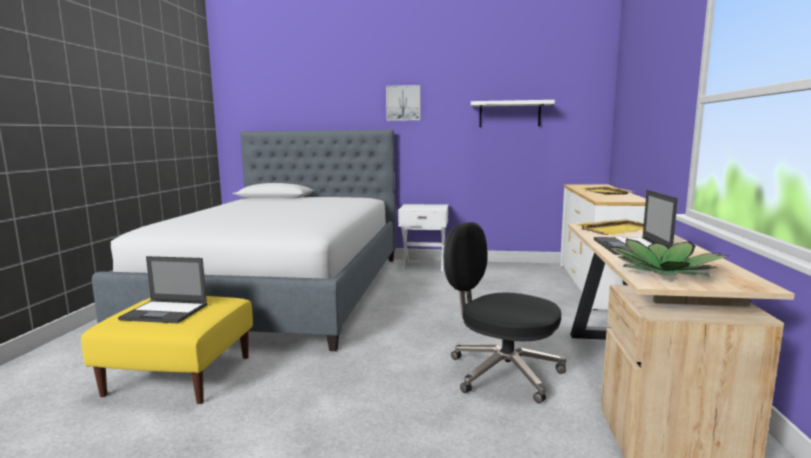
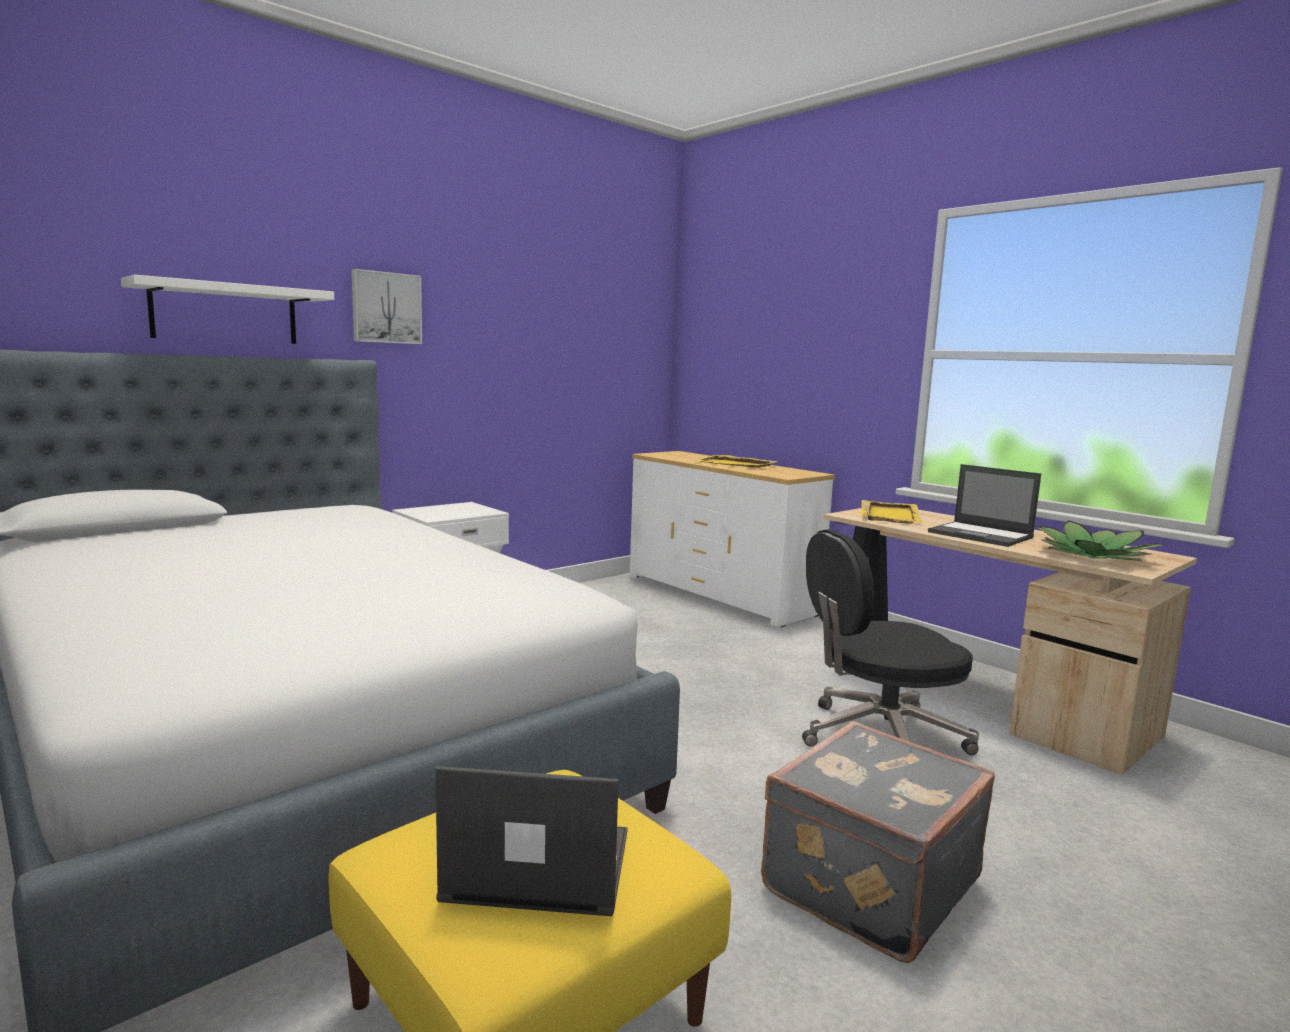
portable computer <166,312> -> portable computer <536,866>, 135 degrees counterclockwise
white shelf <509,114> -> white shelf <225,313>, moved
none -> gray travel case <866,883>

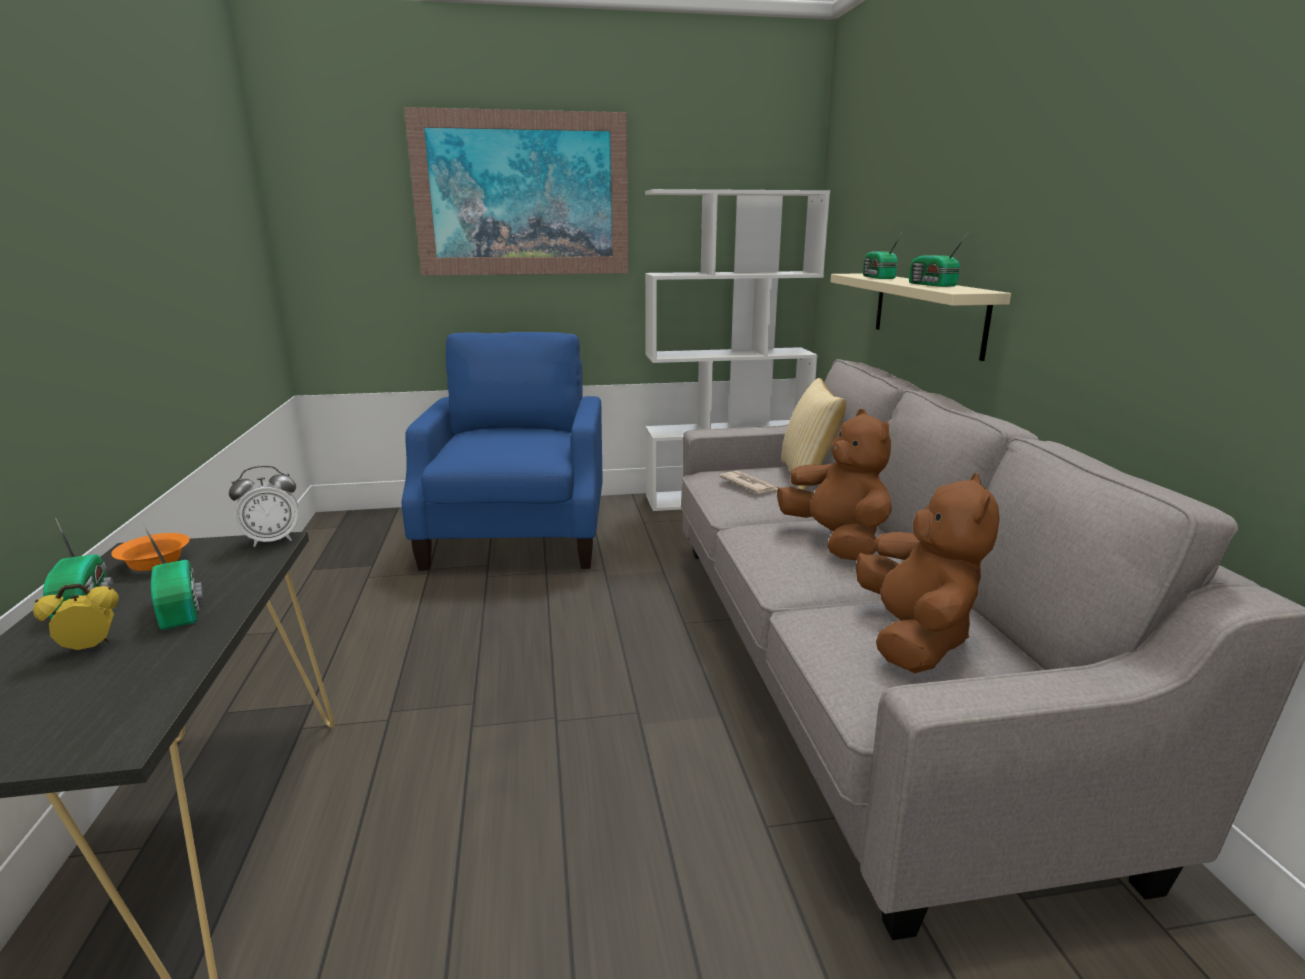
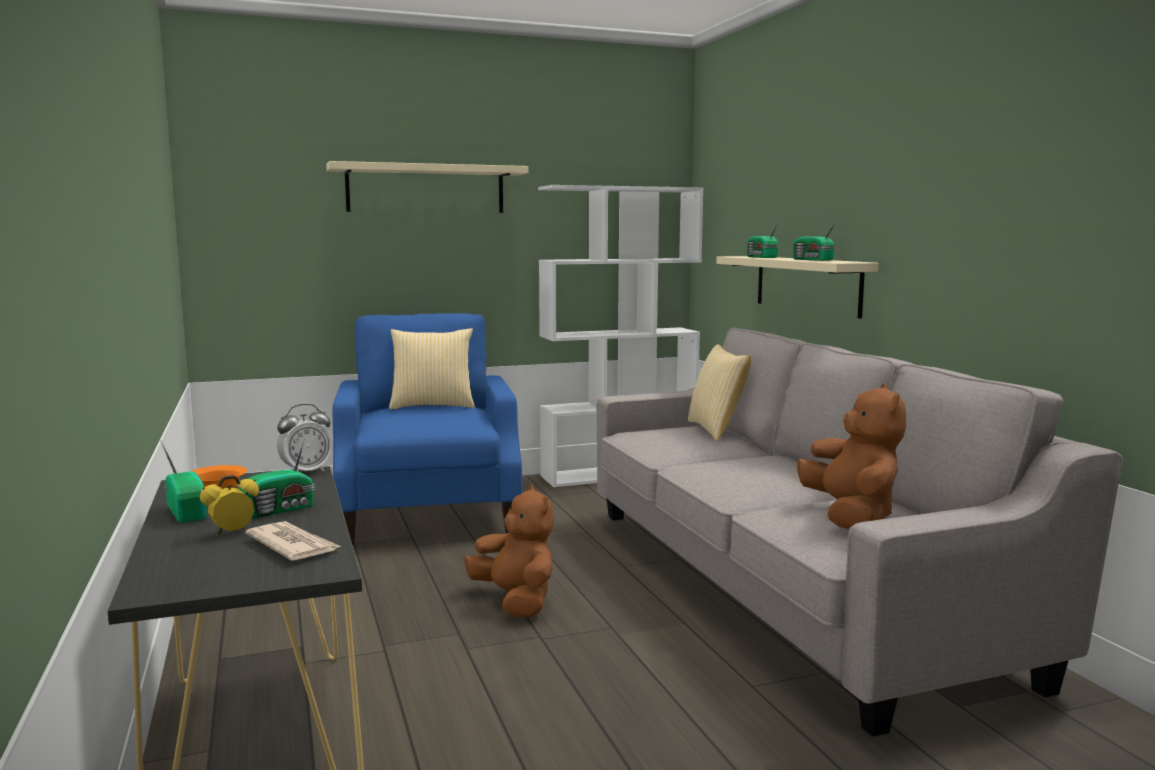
radio <182,608> -> radio <280,510>, 90 degrees clockwise
wall picture <522,195> -> sand-coloured shelf <426,189>
daily paper <749,485> -> daily paper <293,545>, moved
brown-coloured soft toy <836,541> -> brown-coloured soft toy <516,601>, moved
none -> cushion <432,406>

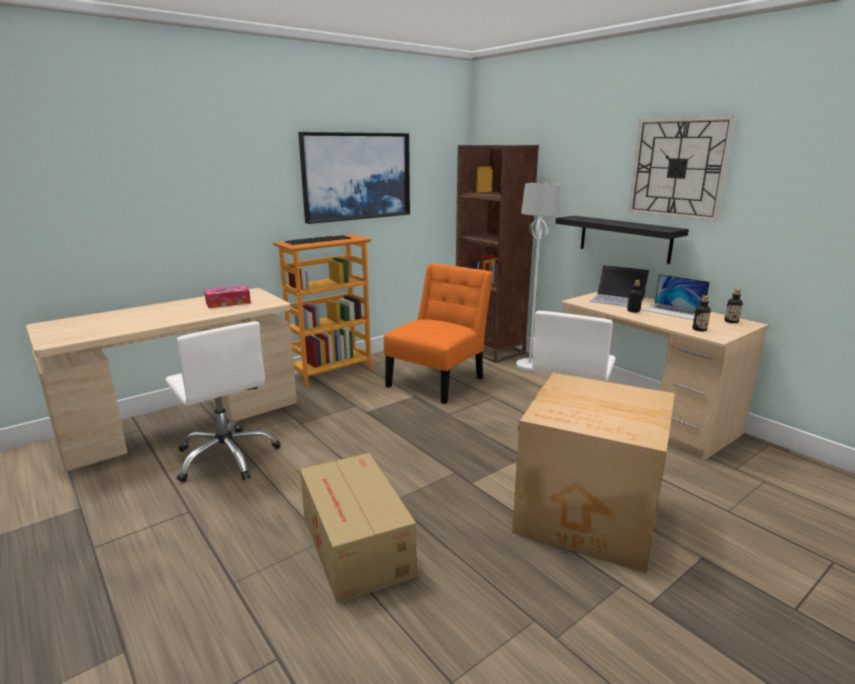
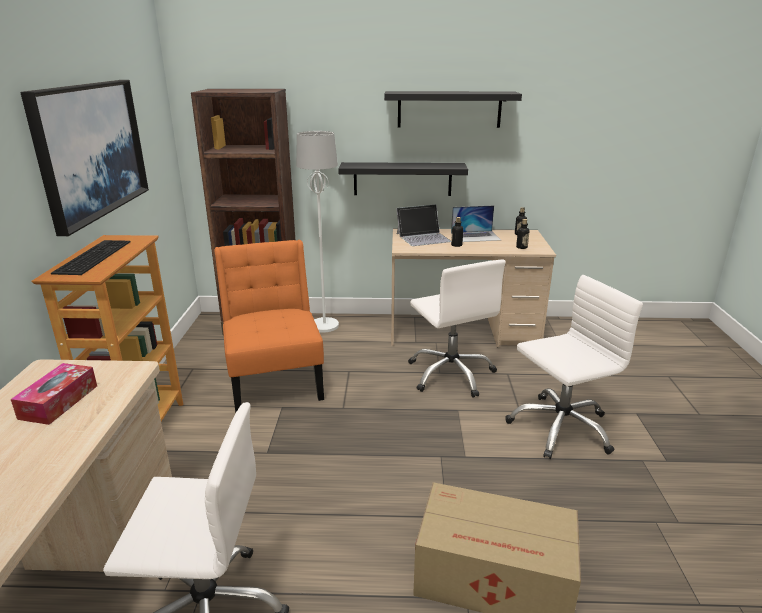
cardboard box <589,516> -> white desk chair <560,427>
clock on the wall <678,168> -> blackish shelf <449,109>

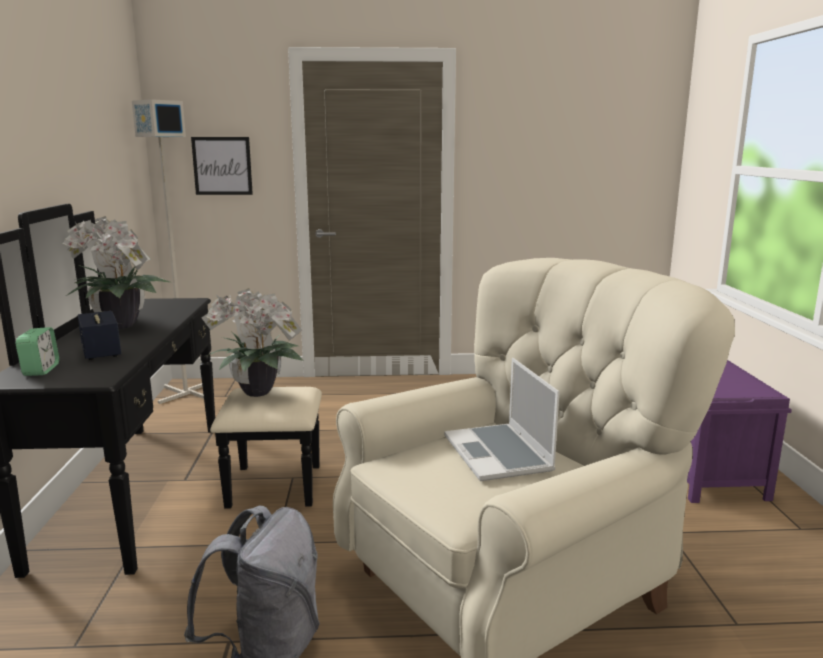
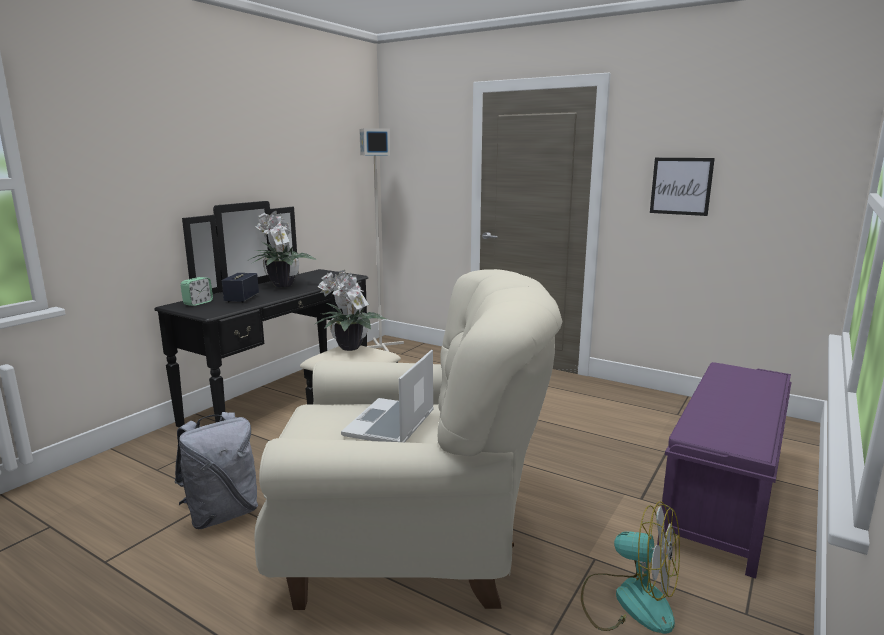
wall picture <222,166> -> wall picture <681,186>, moved
none -> electric fan <629,600>

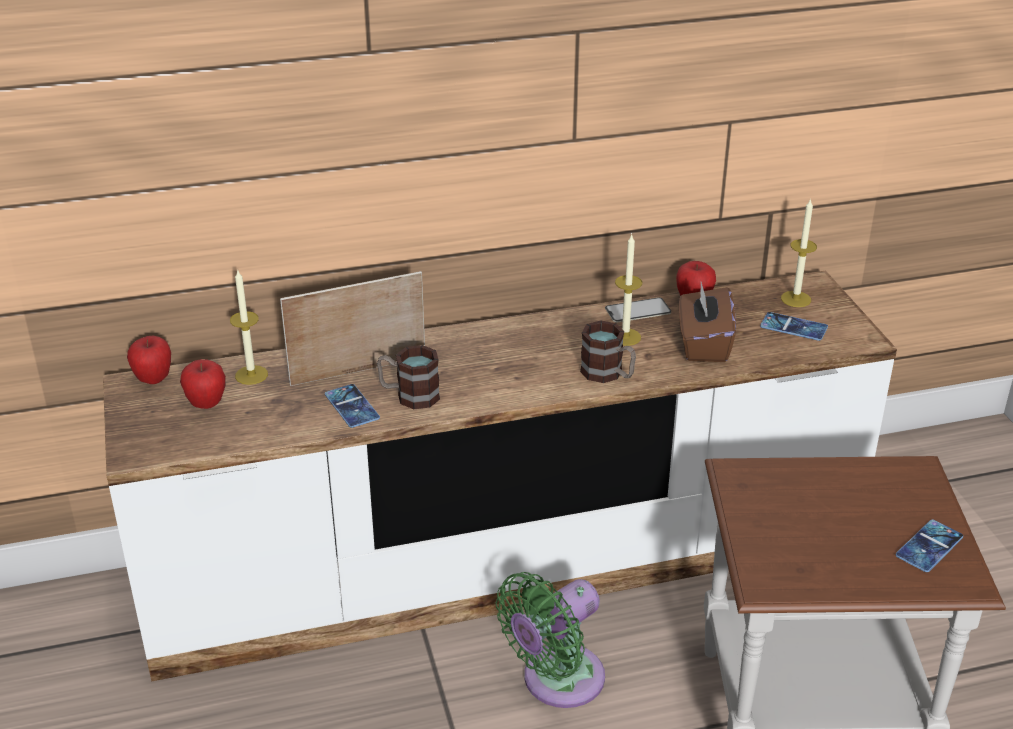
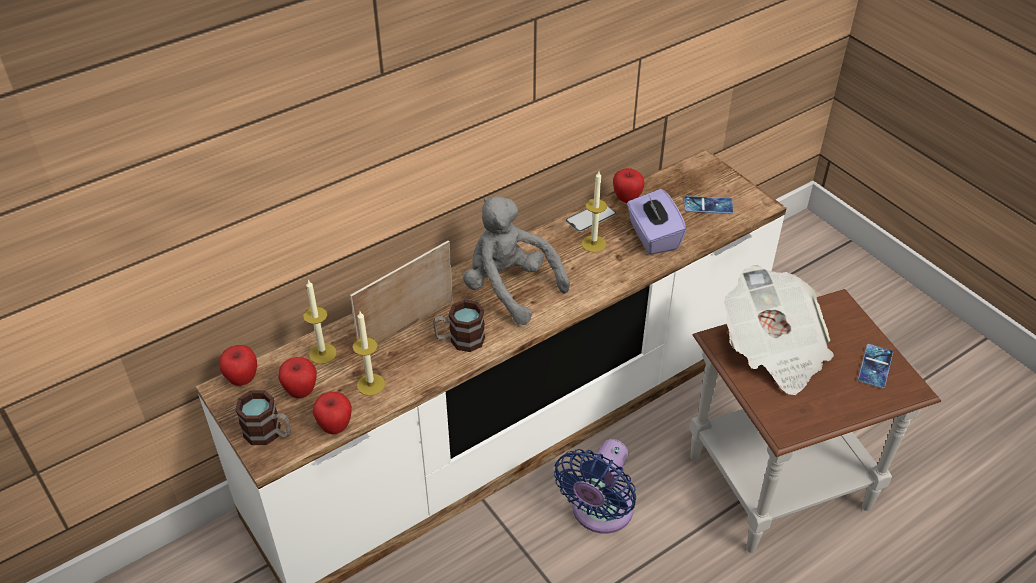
phone <352,406> -> none
green-coloured electric fan <556,681> -> blue electric fan <599,512>
coffee mug <608,374> -> coffee mug <269,433>, moved
brown-coloured tissue box <703,344> -> purple tissue box <653,237>
candle <796,299> -> candle <371,384>, moved
none -> apple fruit <335,426>
none -> gray soft toy <509,288>
none -> daily paper <773,350>

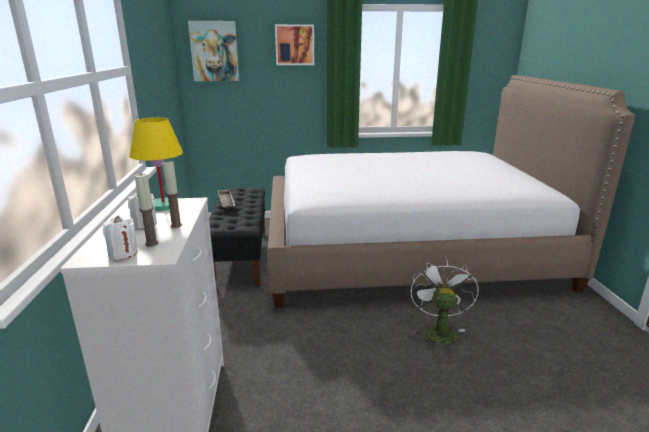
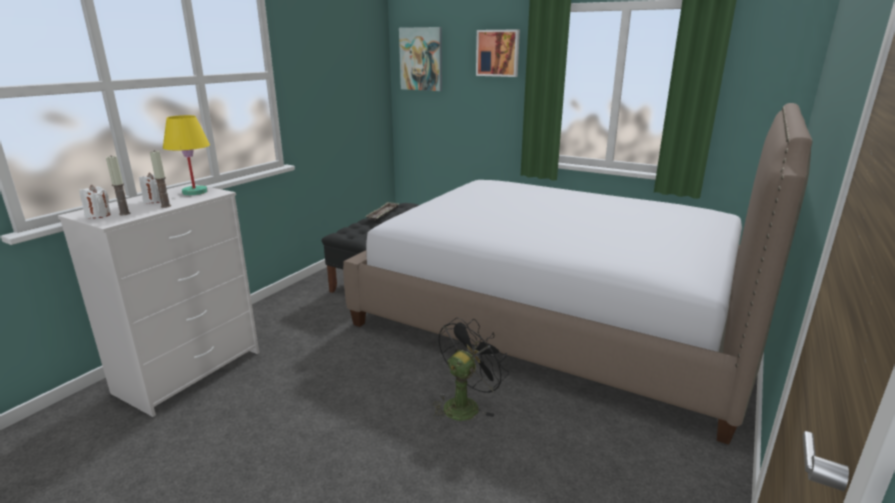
white electric fan <438,331> -> blackish electric fan <465,404>

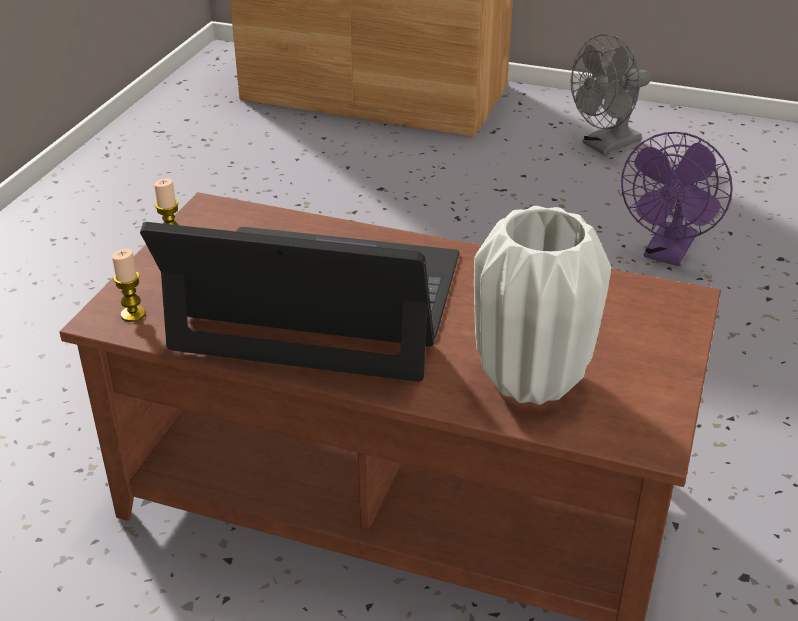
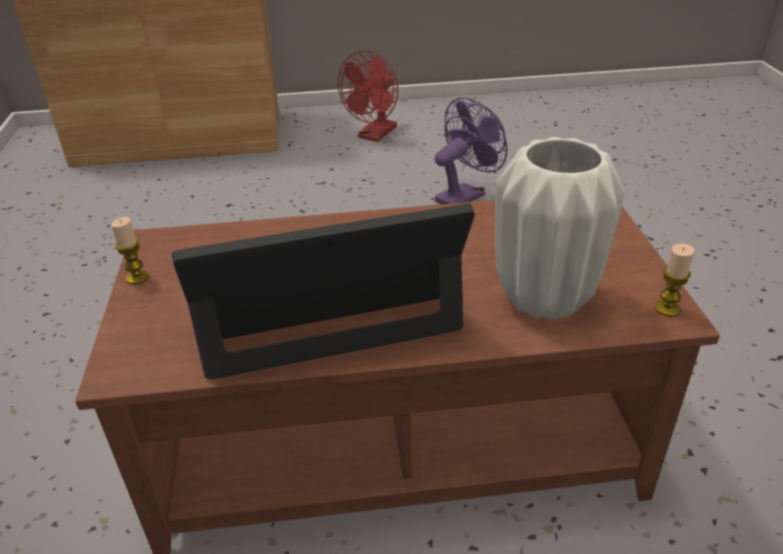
candle <133,314> -> candle <667,309>, moved
gray electric fan <605,145> -> reddish electric fan <374,135>
purple electric fan <667,253> -> purple electric fan <465,195>, 135 degrees counterclockwise

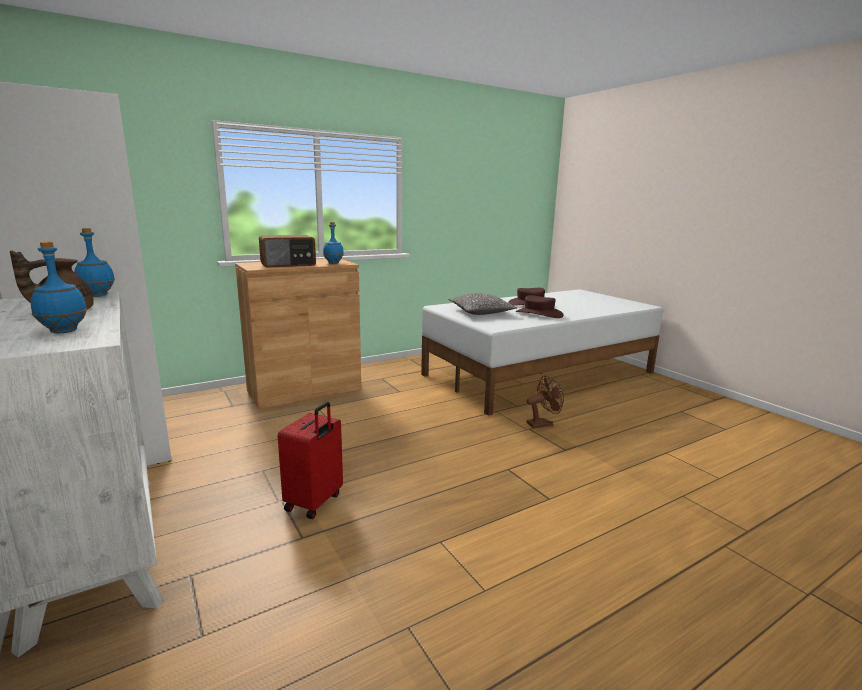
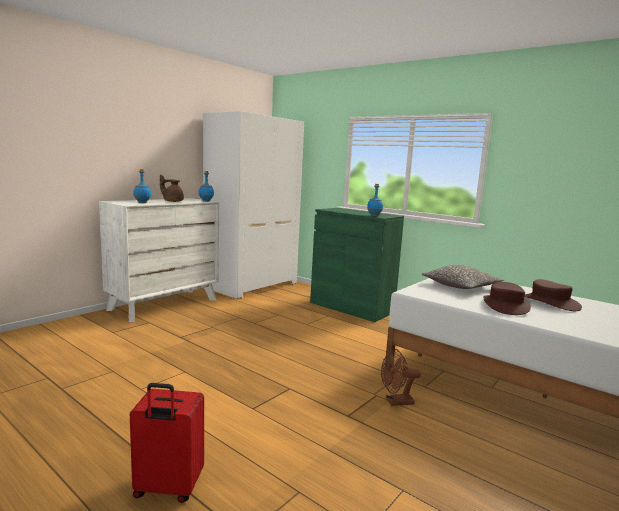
brown-coloured cupboard <304,390> -> green-coloured cupboard <351,307>
radio <288,264> -> none
reddish travel case <315,502> -> reddish travel case <168,488>, moved
brown-coloured electric fan <543,424> -> brown-coloured electric fan <396,402>, 120 degrees clockwise

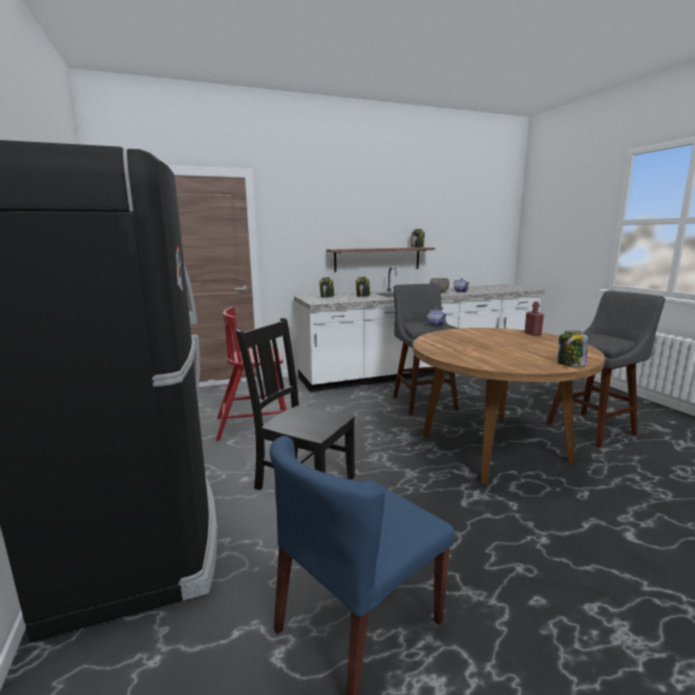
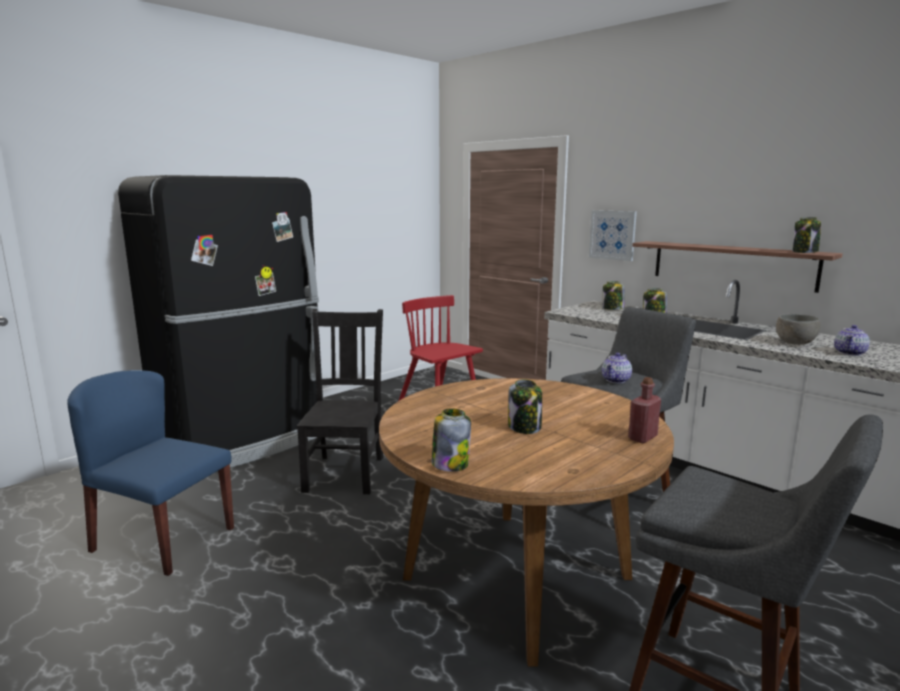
none -> storage jar <525,427>
none -> wall picture <612,235>

